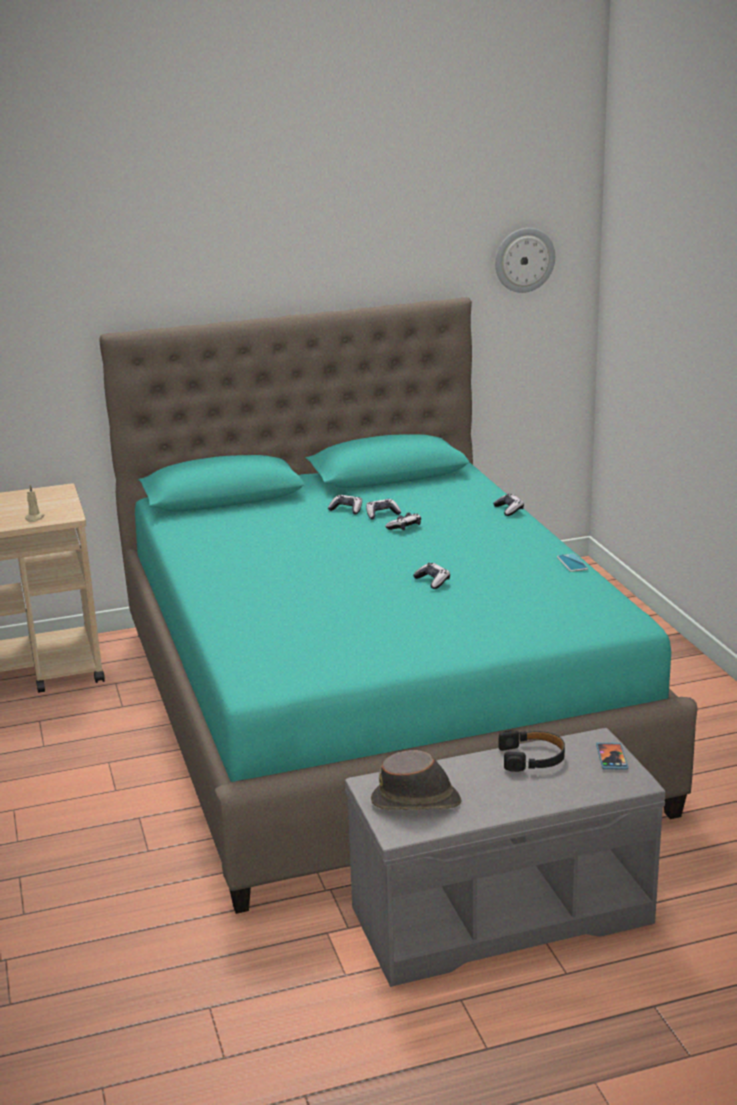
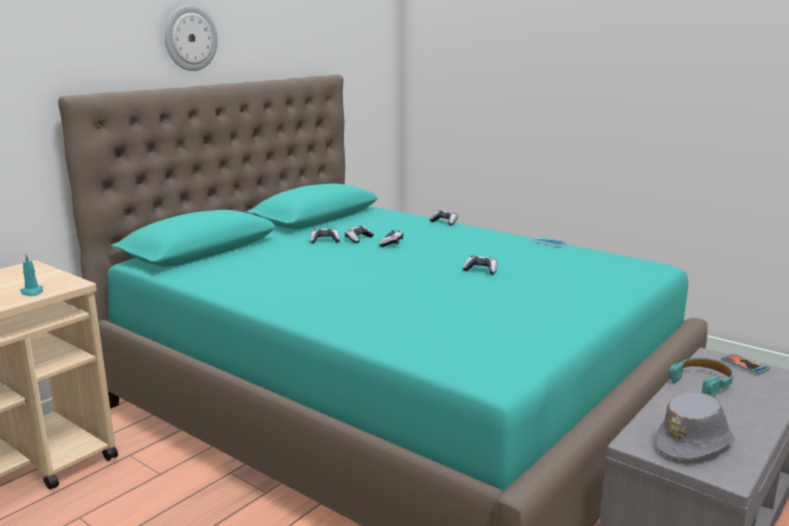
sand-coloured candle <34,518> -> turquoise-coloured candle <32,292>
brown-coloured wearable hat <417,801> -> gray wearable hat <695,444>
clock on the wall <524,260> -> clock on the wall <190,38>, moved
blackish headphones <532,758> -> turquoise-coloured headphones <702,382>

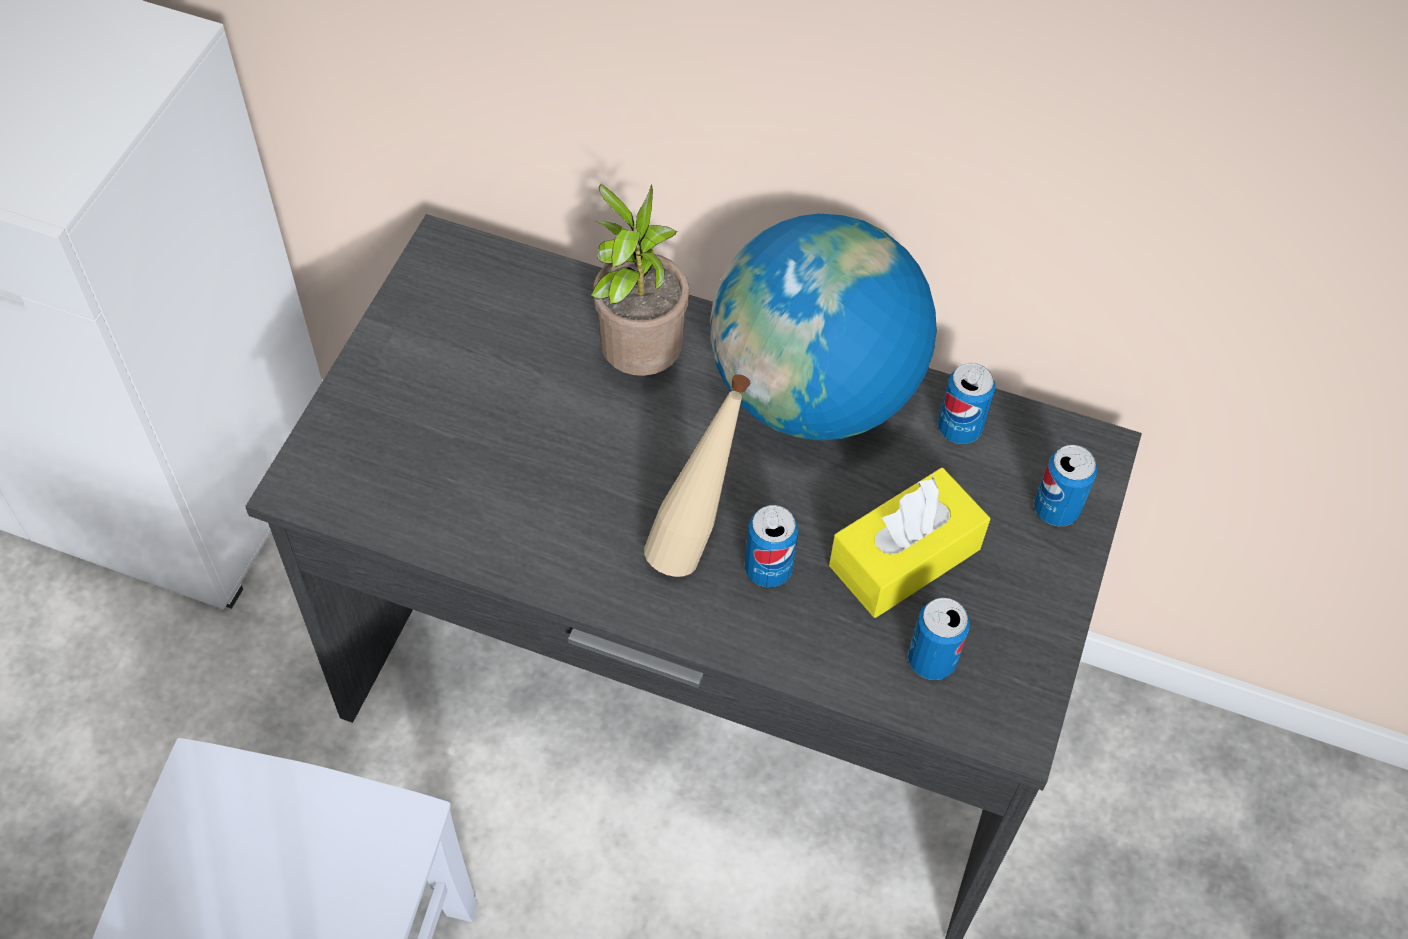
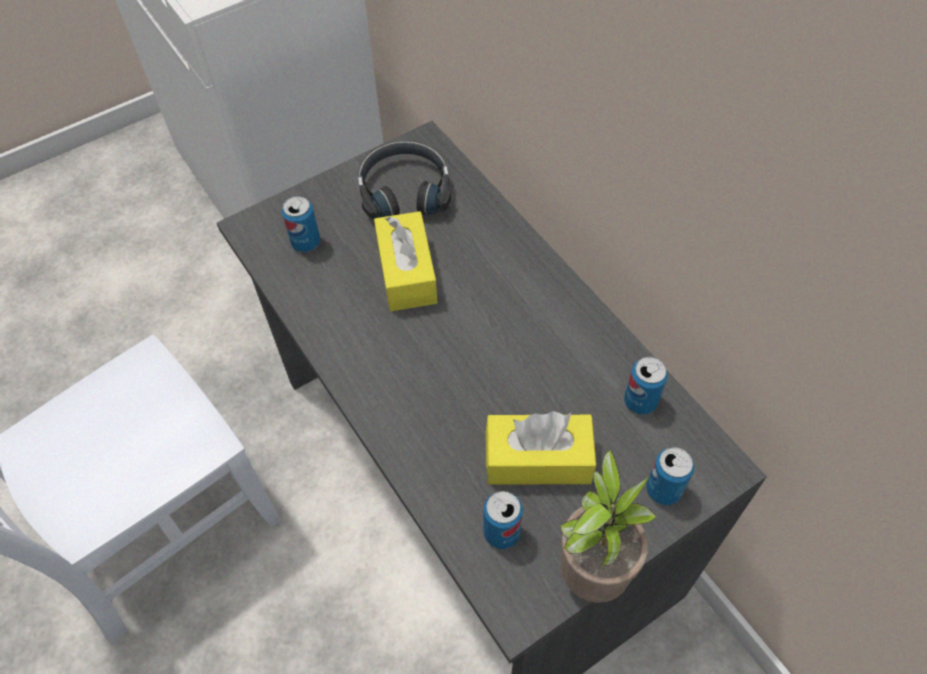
potted plant <638,360> -> potted plant <592,571>, moved
sand-coloured beverage bottle <694,541> -> none
globe <813,394> -> none
sealed can <768,569> -> sealed can <306,242>, moved
none -> blackish headphones <404,190>
none -> yellow-coloured tissue box <407,272>

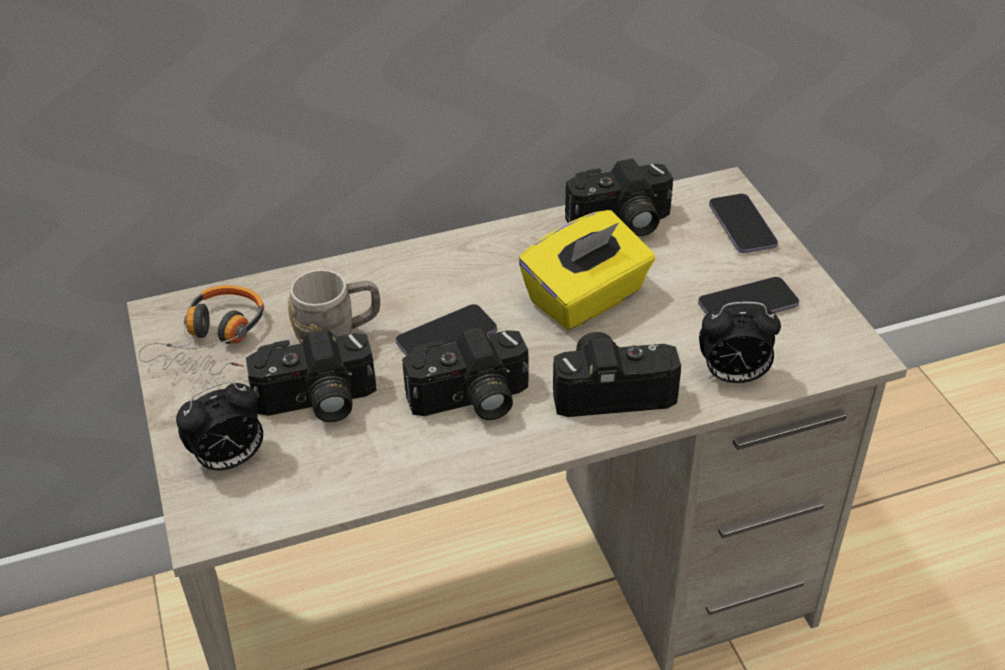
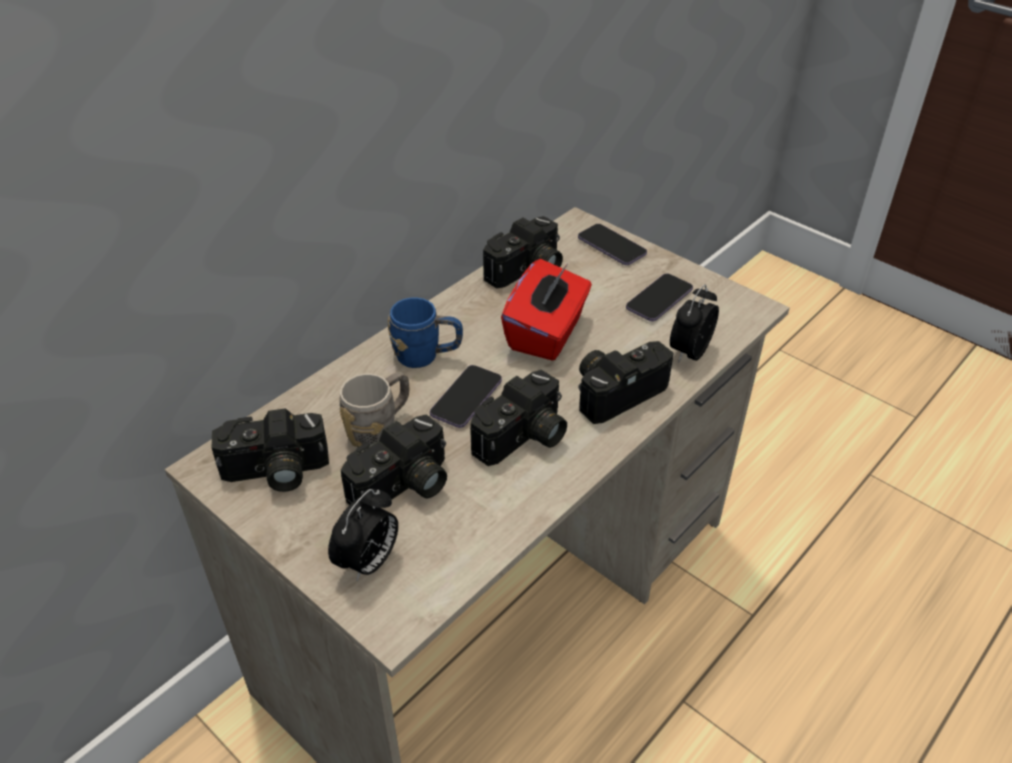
headphones <214,342> -> photo camera <275,472>
yellow-coloured tissue box <586,299> -> reddish tissue box <547,333>
table clock <733,376> -> table clock <689,352>, 150 degrees clockwise
none -> blue coffee mug <427,356>

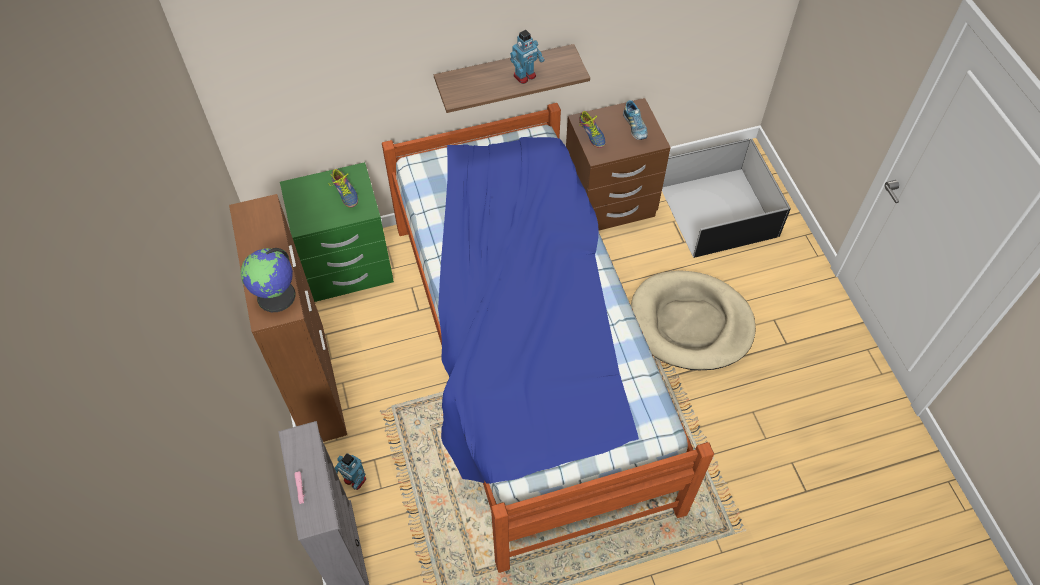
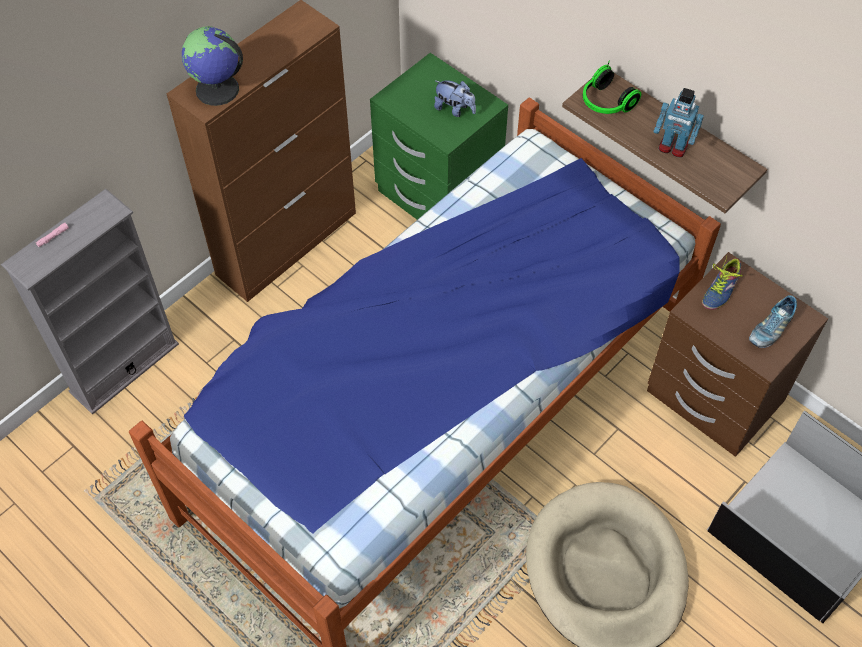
item of footwear <344,193> -> soft toy <454,109>
model robot <354,480> -> none
none -> headphones <605,103>

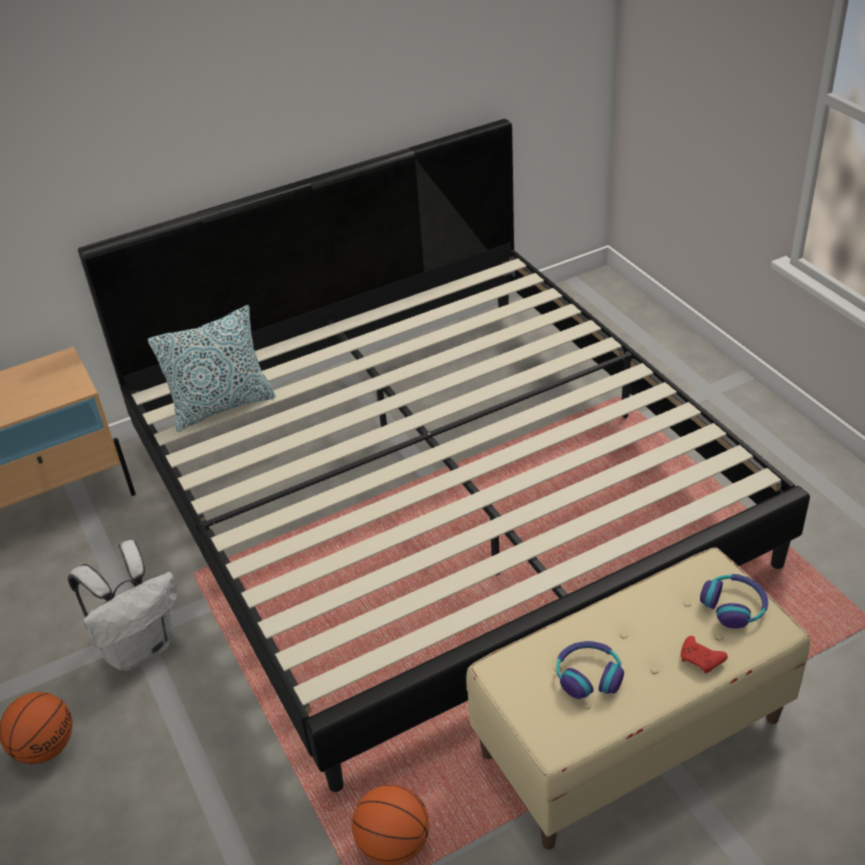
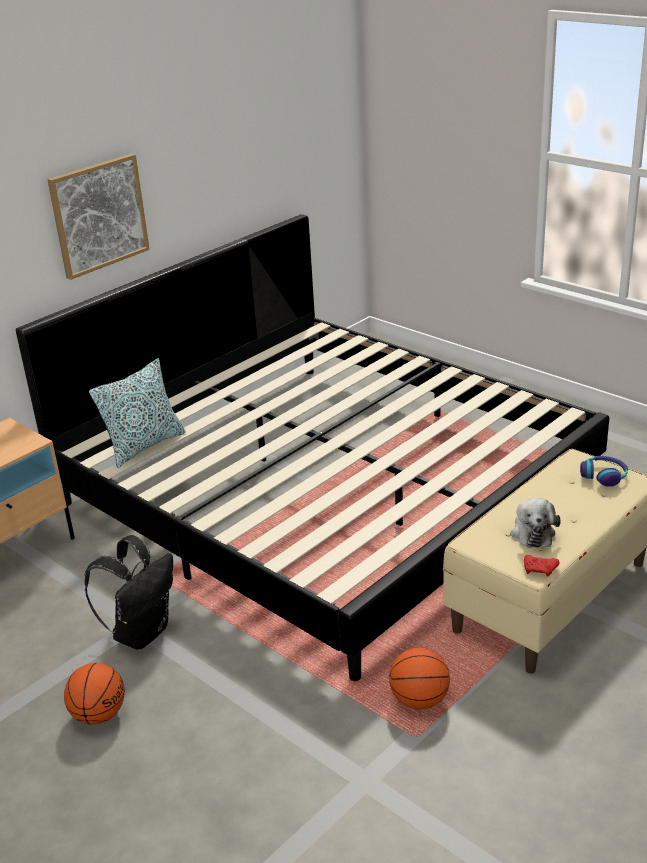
white knapsack <141,647> -> blackish knapsack <142,632>
headphones <588,675> -> soft toy <532,532>
reddish joypad <701,660> -> reddish joypad <540,570>, moved
none -> wall picture <99,215>

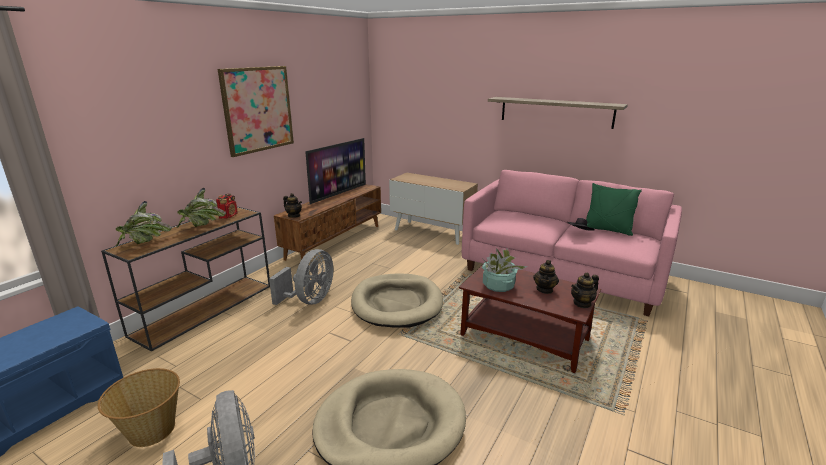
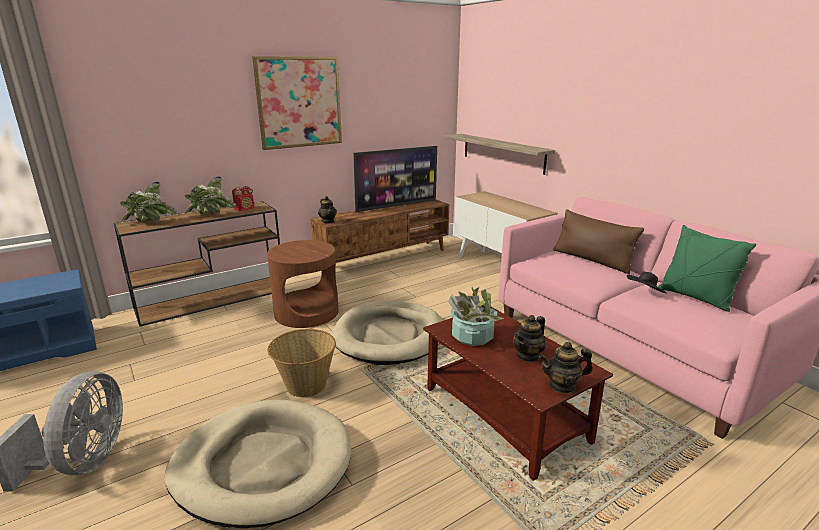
household basket <151,430> -> household basket <305,385>, moved
gray electric fan <309,300> -> brown-coloured end table <306,312>
shelf <555,112> -> shelf <502,153>, moved
none -> brown-coloured cushion <592,260>

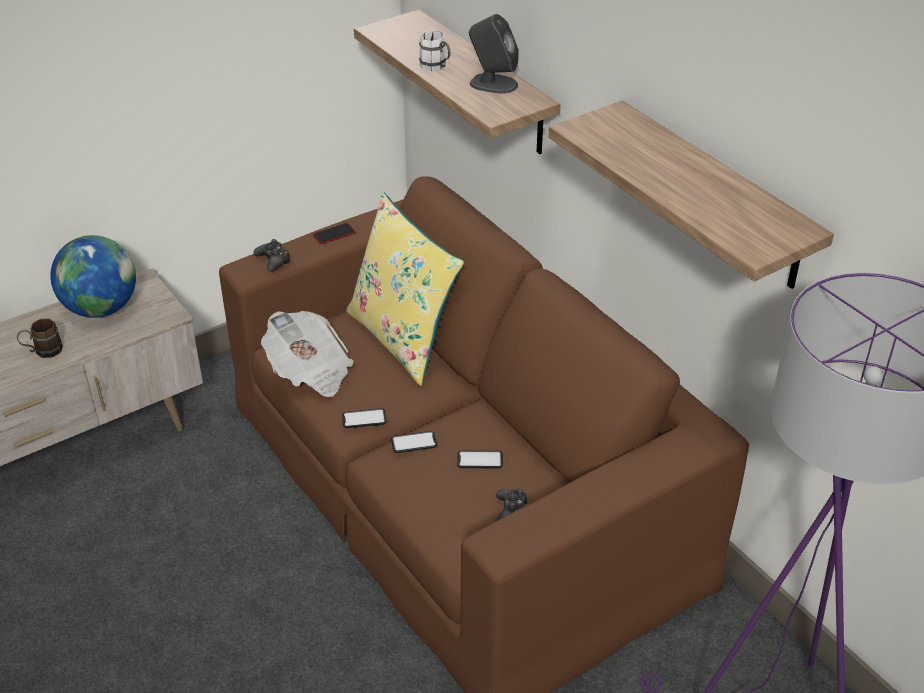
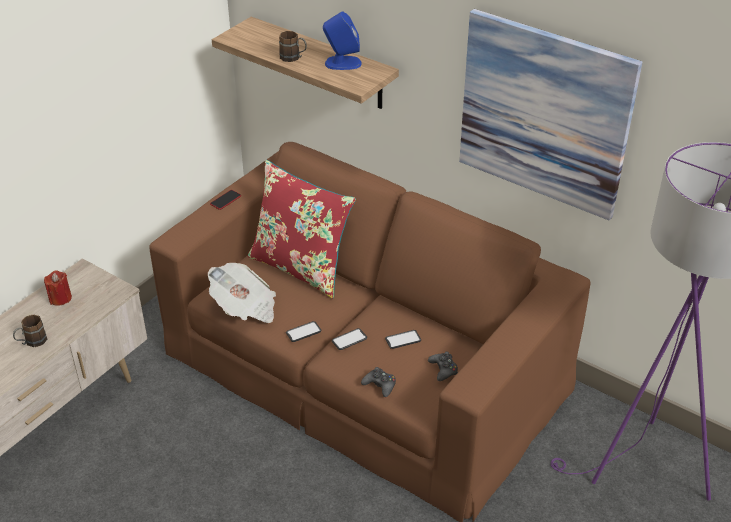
globe <101,308> -> reddish candle <60,298>
blackish joypad <273,260> -> blackish joypad <380,385>, moved
yellow-coloured cushion <403,338> -> reddish cushion <301,267>
white coffee mug <436,67> -> brown-coloured coffee mug <293,58>
gray audio speaker <493,84> -> blue audio speaker <342,63>
shelf <714,196> -> wall picture <544,114>

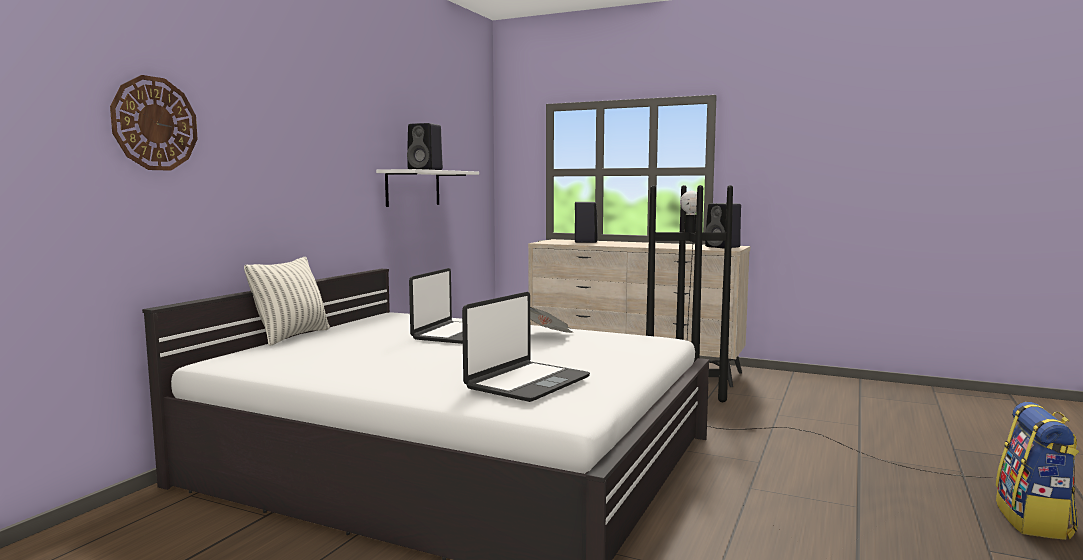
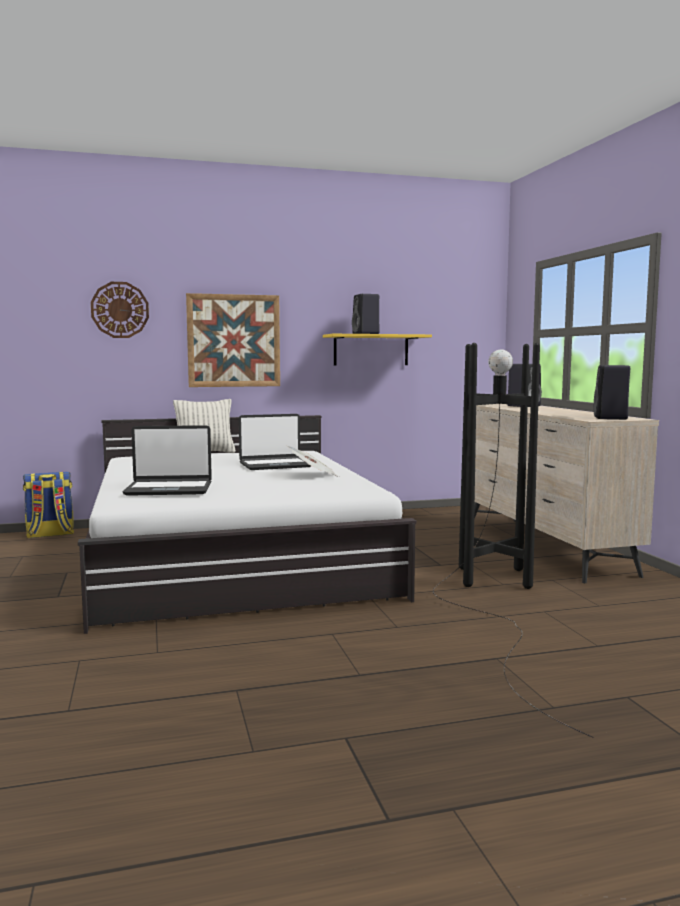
white shelf <413,188> -> yellow-coloured shelf <371,350>
knapsack <1034,521> -> knapsack <50,535>, moved
none -> wall picture <234,341>

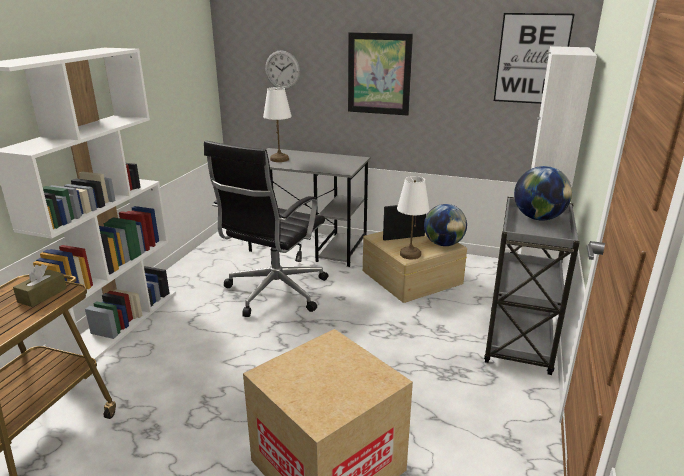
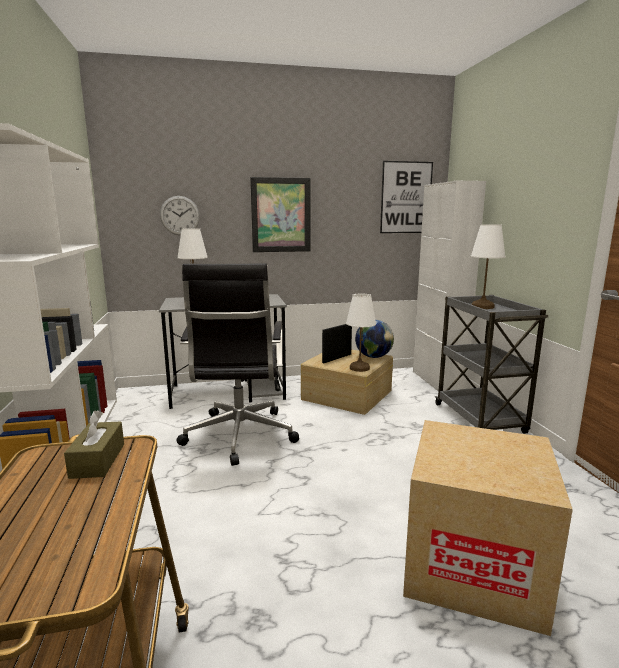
globe <538,218> -> white lamp for a table <482,306>

